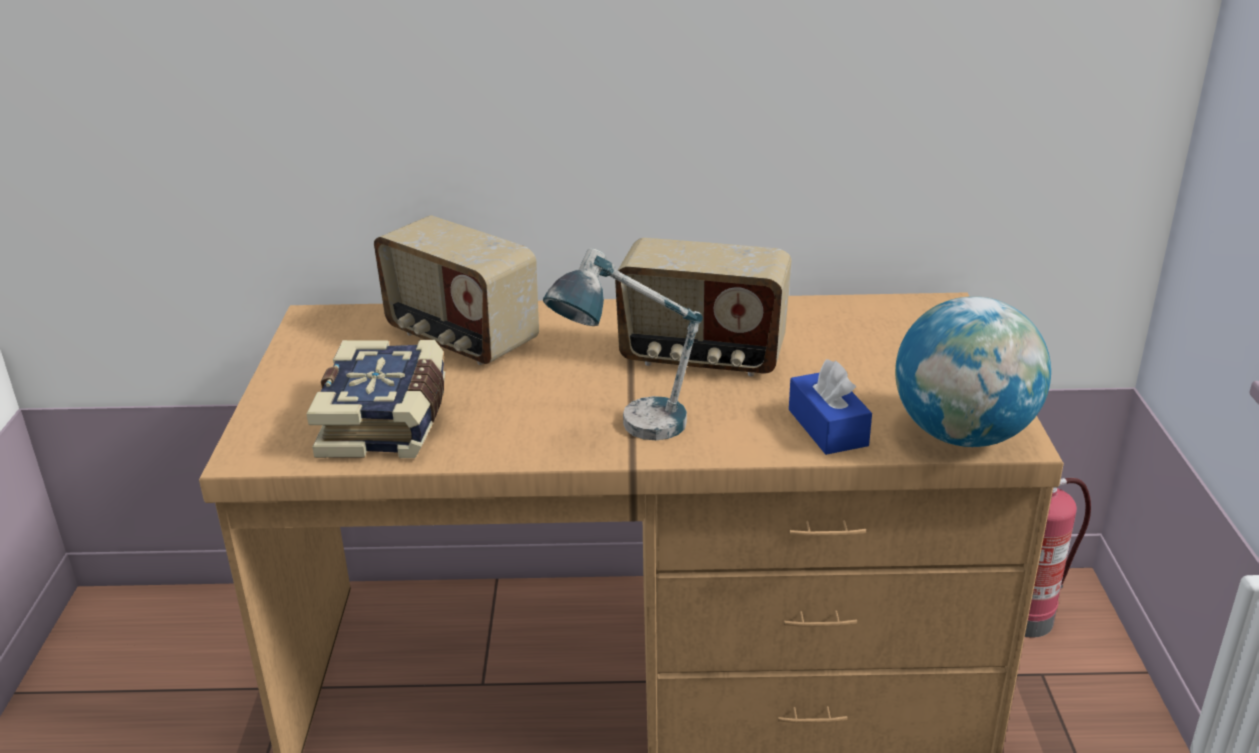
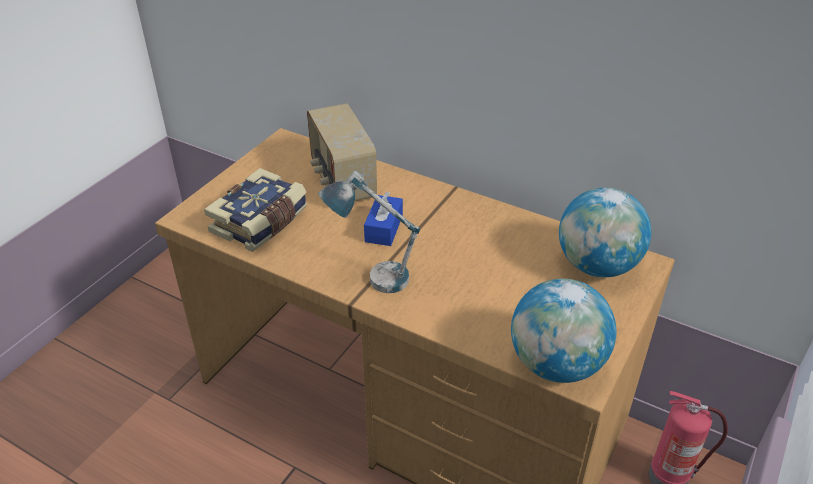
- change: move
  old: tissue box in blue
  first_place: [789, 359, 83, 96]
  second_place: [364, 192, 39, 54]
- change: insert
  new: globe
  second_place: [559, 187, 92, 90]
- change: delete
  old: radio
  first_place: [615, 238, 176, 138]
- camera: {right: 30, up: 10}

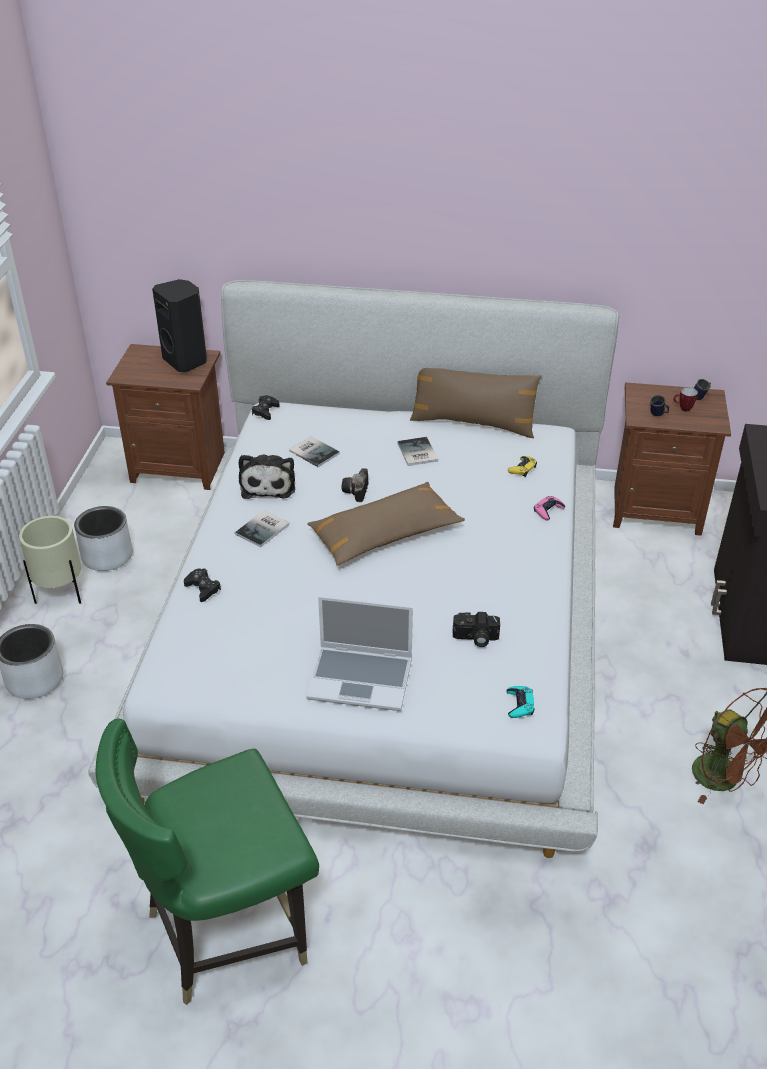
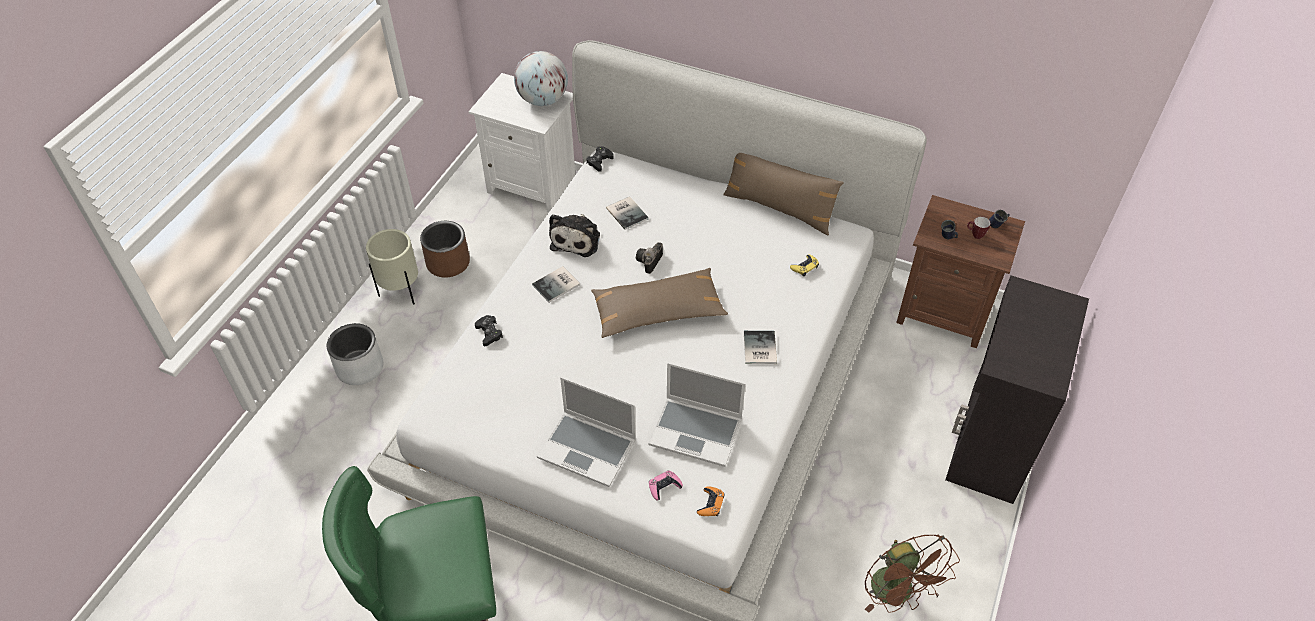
- change: recolor
  old: planter in grey
  new: planter in brown
  first_place: [74, 506, 59, 65]
  second_place: [420, 221, 50, 56]
- change: recolor
  old: nightstand in brown
  new: nightstand in white
  first_place: [106, 344, 119, 146]
  second_place: [468, 73, 107, 140]
- change: replace
  old: speaker in black
  new: globe
  first_place: [152, 279, 55, 93]
  second_place: [514, 51, 54, 55]
- change: replace
  old: photo camera
  new: laptop
  first_place: [452, 612, 48, 35]
  second_place: [648, 362, 97, 105]
- change: move
  old: game controller in pink
  first_place: [534, 496, 31, 25]
  second_place: [649, 470, 34, 31]
- change: recolor
  old: game controller in turquoise
  new: game controller in orange
  first_place: [506, 686, 29, 32]
  second_place: [697, 487, 28, 29]
- change: move
  old: book
  first_place: [397, 437, 41, 29]
  second_place: [744, 331, 33, 33]
- camera: {right: 15, up: 10}

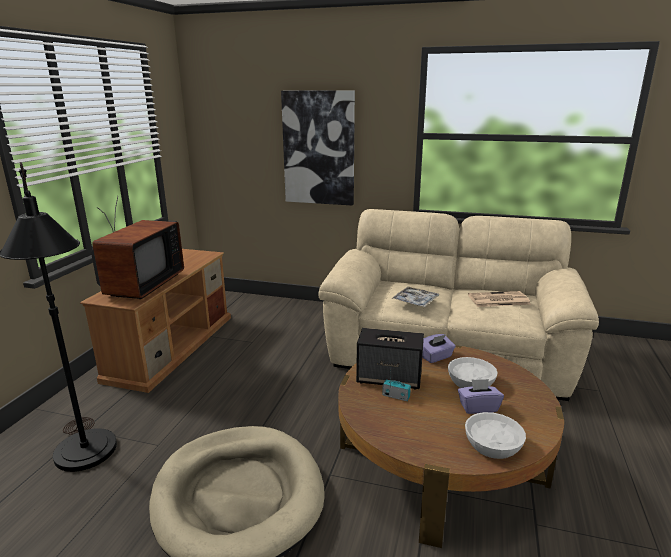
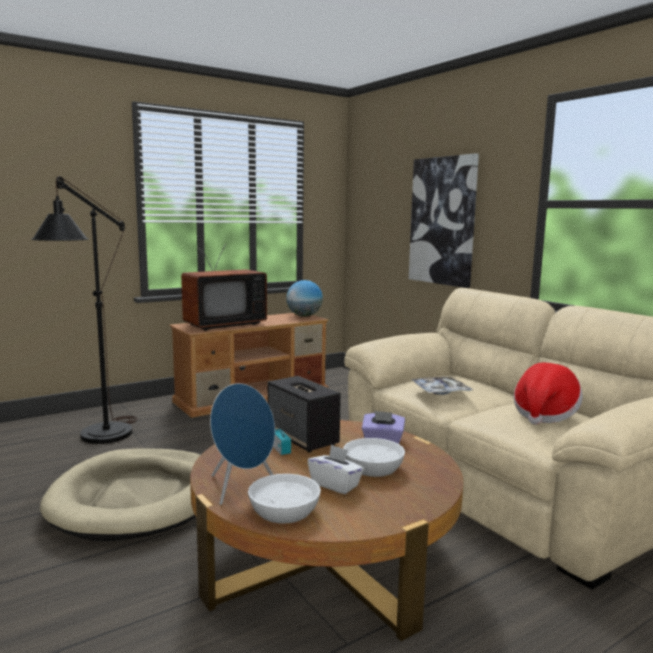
- change: insert
  new: speaker in blue
  second_place: [210, 383, 65, 122]
- change: insert
  new: globe
  second_place: [286, 280, 37, 37]
- change: recolor
  old: tissue box in purple
  new: tissue box in white
  first_place: [458, 379, 46, 35]
  second_place: [308, 444, 56, 50]
- change: replace
  old: newspaper
  new: hat
  first_place: [468, 291, 63, 16]
  second_place: [514, 363, 69, 62]
- camera: {right: 40, up: -10}

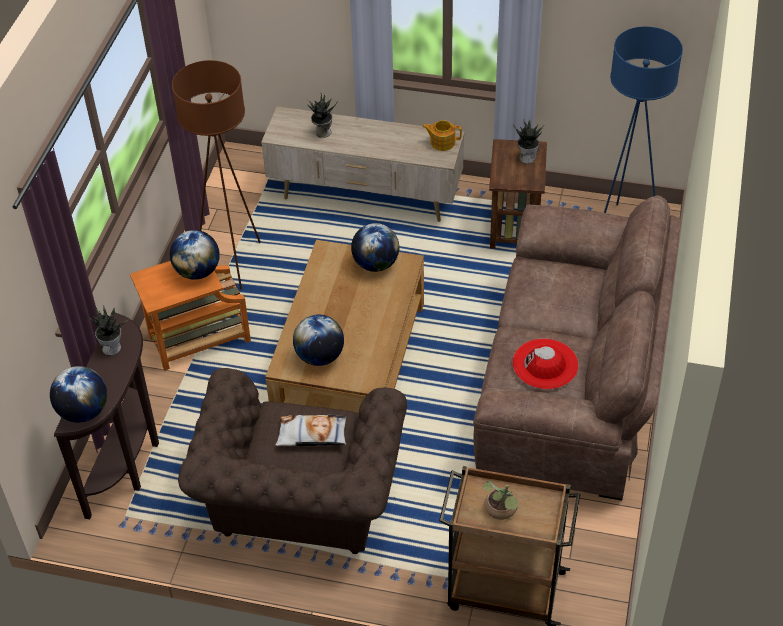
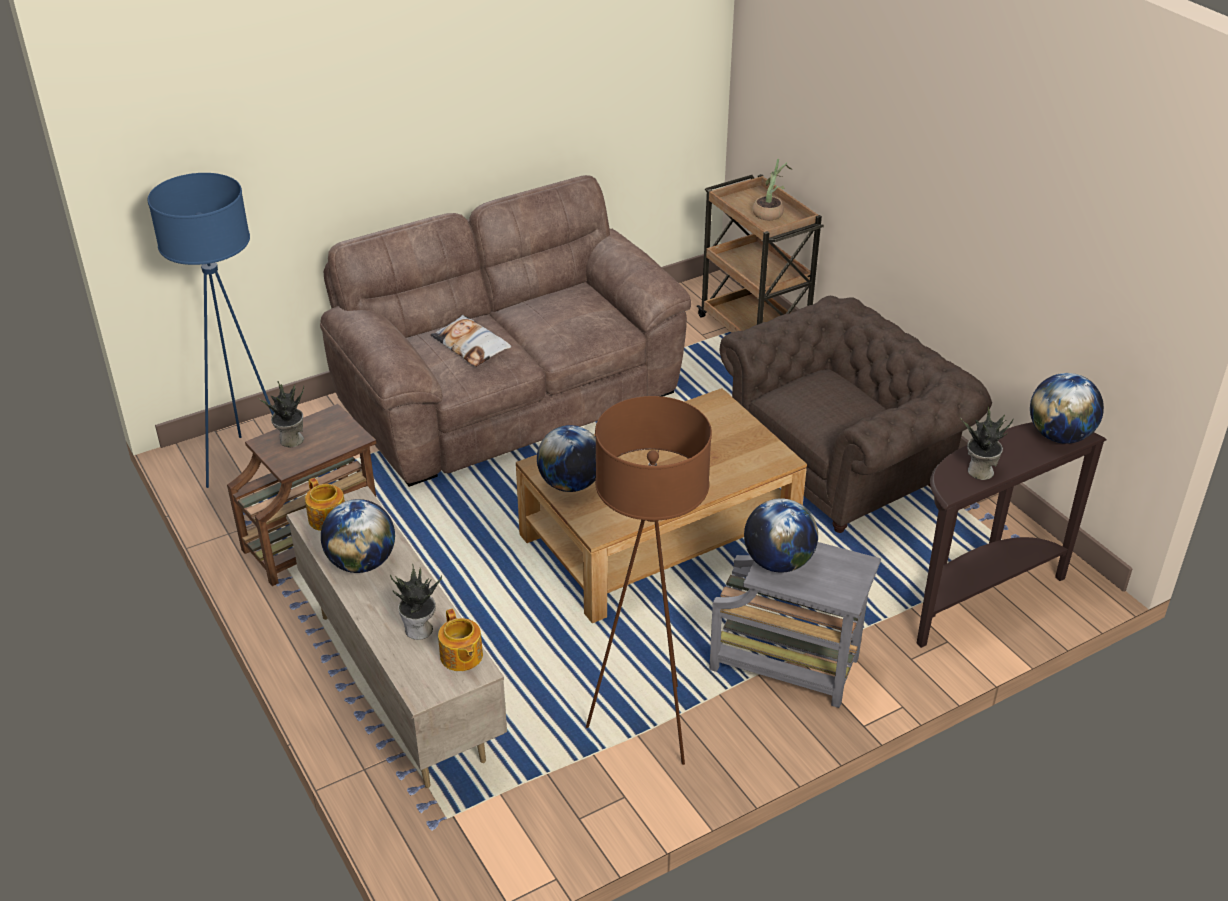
- change: move
  old: globe
  first_place: [293, 315, 51, 51]
  second_place: [321, 499, 74, 74]
- change: move
  old: pillow
  first_place: [275, 415, 72, 31]
  second_place: [430, 315, 82, 52]
- change: insert
  new: teapot
  second_place: [438, 609, 45, 62]
- change: recolor
  old: side table in orange
  new: side table in grey
  first_place: [130, 261, 121, 110]
  second_place: [709, 542, 172, 166]
- change: delete
  old: hat in red
  first_place: [512, 338, 66, 51]
- camera: {right: -135, up: -10}

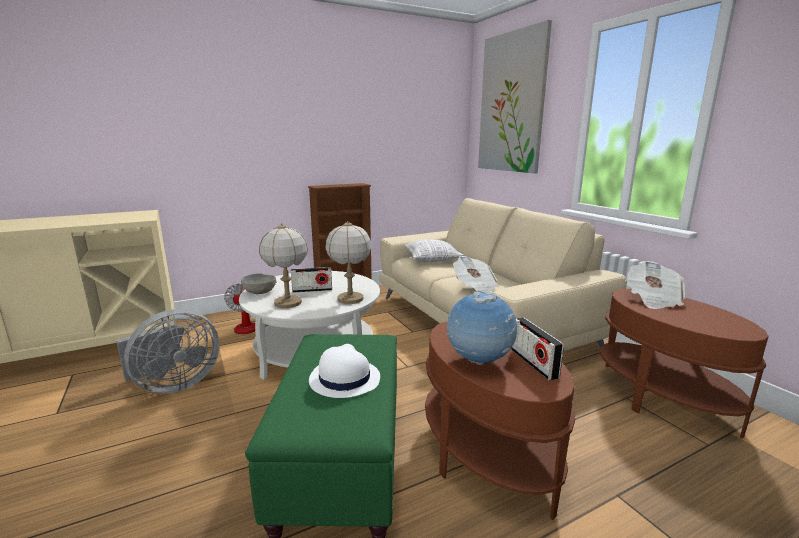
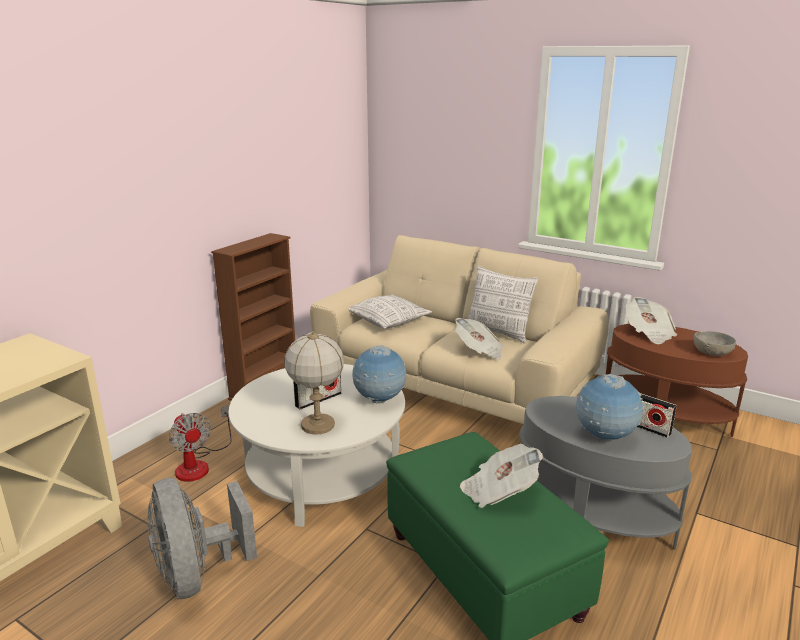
- change: rotate
  old: fan in grey
  first_place: [116, 309, 104, 85]
  second_place: [148, 478, 109, 121]
  degrees: 135
- change: replace
  old: table lamp
  new: globe
  first_place: [326, 221, 45, 83]
  second_place: [352, 345, 54, 59]
- change: replace
  old: hat in white
  new: newspaper
  first_place: [309, 344, 71, 54]
  second_place: [460, 444, 83, 64]
- change: insert
  new: pillow
  second_place: [468, 265, 70, 79]
- change: recolor
  old: side table in brown
  new: side table in grey
  first_place: [425, 321, 150, 199]
  second_place: [519, 396, 173, 153]
- change: move
  old: bowl in grey
  first_place: [241, 273, 36, 21]
  second_place: [694, 331, 42, 25]
- change: delete
  old: picture
  first_place: [478, 20, 74, 154]
- camera: {right: -30, up: 5}

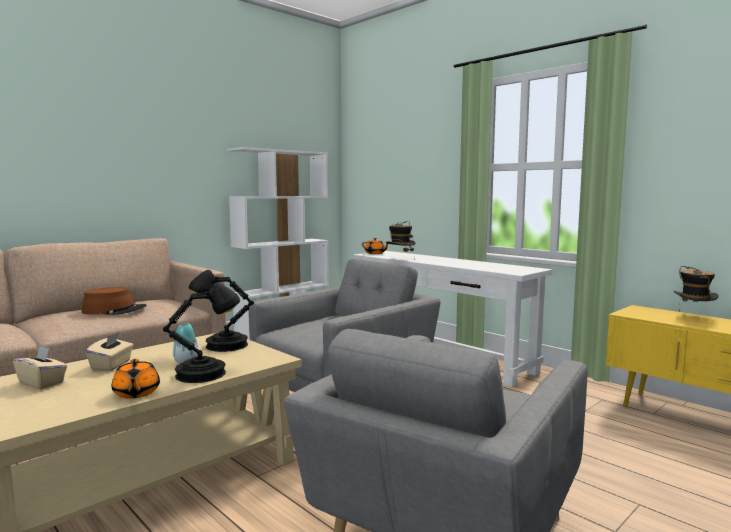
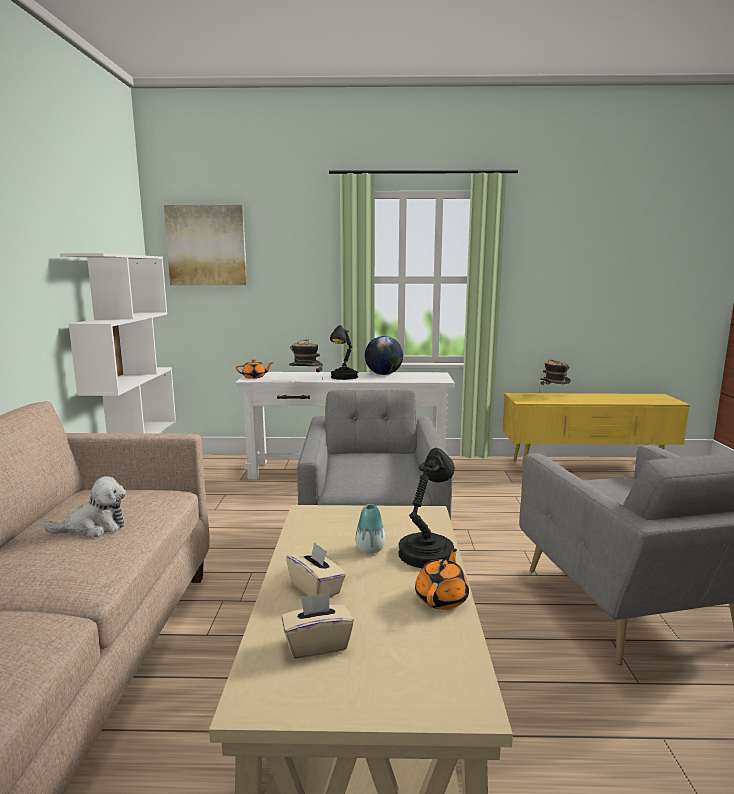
- change: replace
  old: hat in brown
  new: plush toy
  first_place: [81, 287, 66, 28]
  second_place: [43, 476, 84, 61]
- change: insert
  new: picture
  second_place: [164, 205, 83, 80]
- change: move
  old: table lamp in black
  first_place: [189, 270, 65, 82]
  second_place: [330, 325, 28, 55]
- change: insert
  new: globe
  second_place: [365, 336, 38, 39]
- change: rotate
  old: teapot in orange
  first_place: [112, 359, 48, 39]
  second_place: [415, 549, 54, 61]
  degrees: -90
- camera: {right: -45, up: 5}

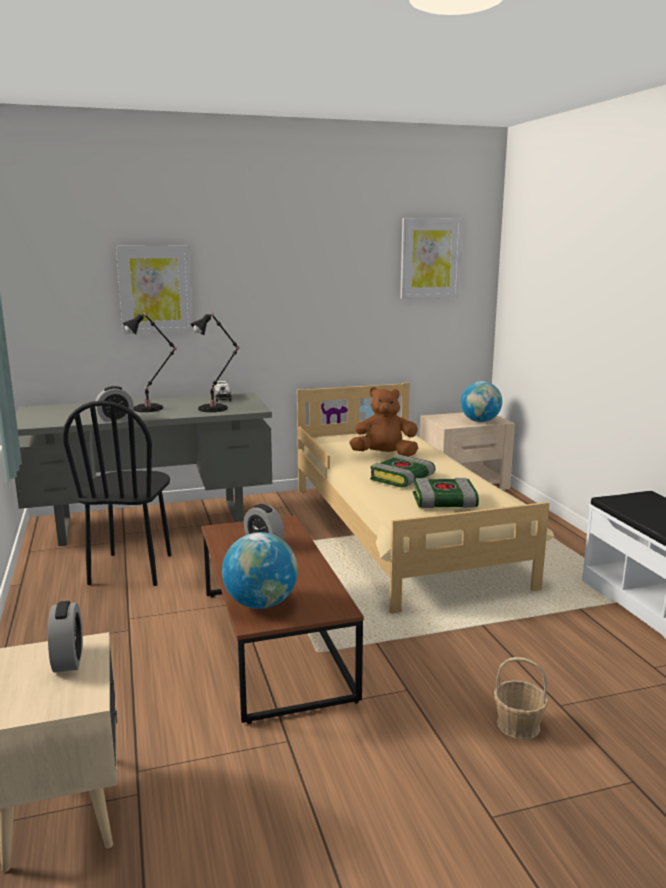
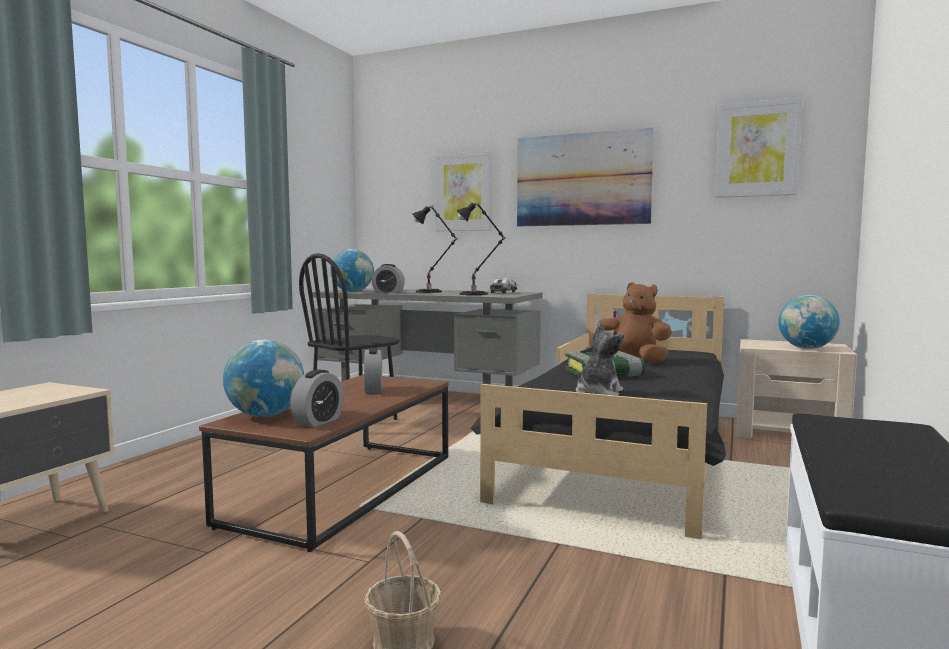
- change: move
  old: alarm clock
  first_place: [48, 601, 35, 72]
  second_place: [290, 369, 54, 58]
- change: insert
  new: globe
  second_place: [330, 249, 44, 43]
- change: recolor
  old: bed in beige
  new: bed in black
  first_place: [297, 383, 257, 230]
  second_place: [470, 294, 256, 245]
- change: insert
  new: picture
  second_place: [517, 127, 137, 99]
- change: replace
  old: book
  new: plush toy
  first_place: [413, 478, 66, 30]
  second_place: [576, 322, 48, 74]
- camera: {right: 40, up: -10}

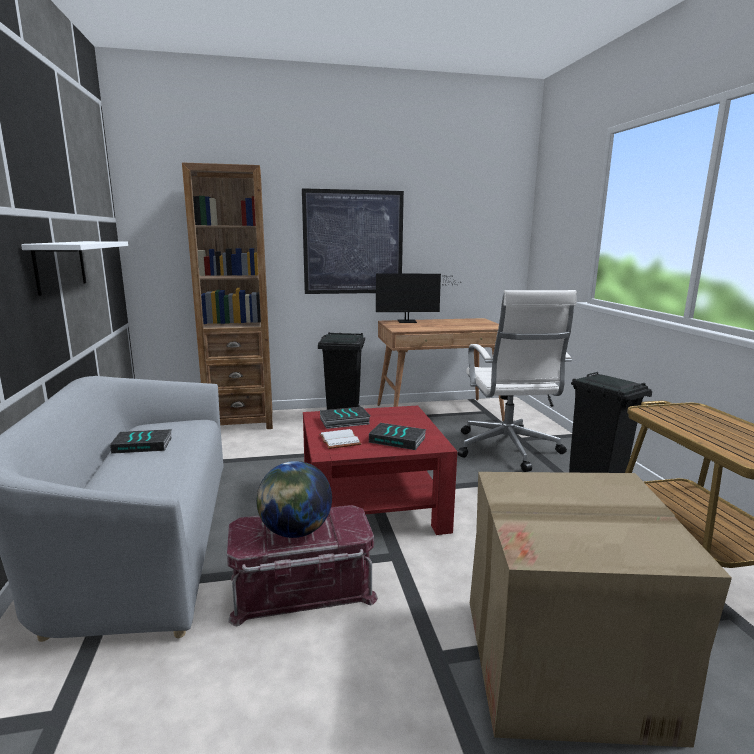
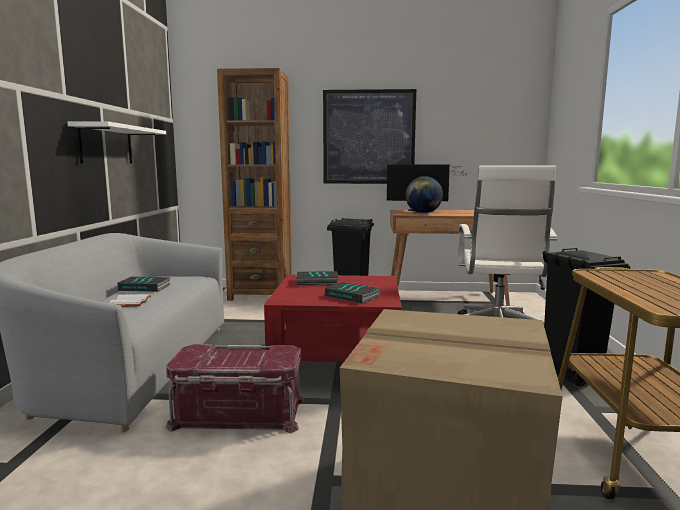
- change: move
  old: book in white
  first_place: [319, 429, 42, 20]
  second_place: [109, 294, 42, 13]
- change: move
  old: globe
  first_place: [256, 461, 76, 77]
  second_place: [405, 176, 38, 38]
- camera: {right: 15, up: -5}

